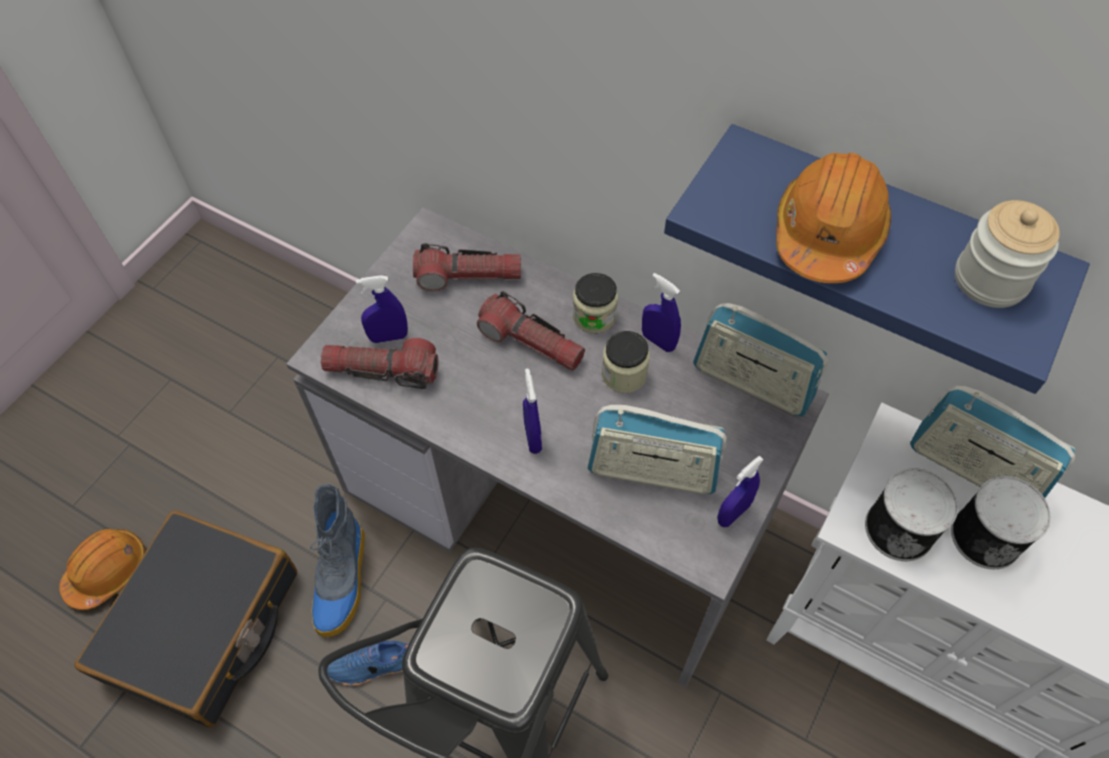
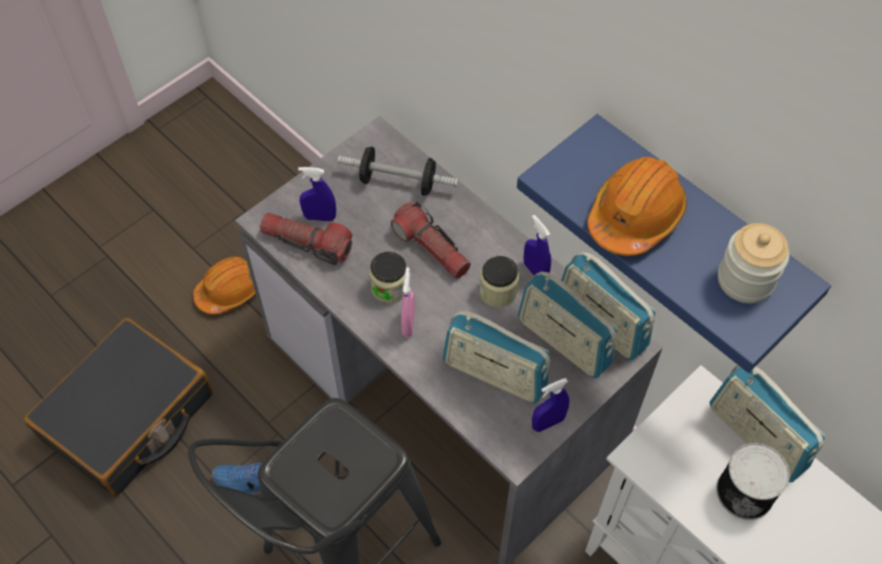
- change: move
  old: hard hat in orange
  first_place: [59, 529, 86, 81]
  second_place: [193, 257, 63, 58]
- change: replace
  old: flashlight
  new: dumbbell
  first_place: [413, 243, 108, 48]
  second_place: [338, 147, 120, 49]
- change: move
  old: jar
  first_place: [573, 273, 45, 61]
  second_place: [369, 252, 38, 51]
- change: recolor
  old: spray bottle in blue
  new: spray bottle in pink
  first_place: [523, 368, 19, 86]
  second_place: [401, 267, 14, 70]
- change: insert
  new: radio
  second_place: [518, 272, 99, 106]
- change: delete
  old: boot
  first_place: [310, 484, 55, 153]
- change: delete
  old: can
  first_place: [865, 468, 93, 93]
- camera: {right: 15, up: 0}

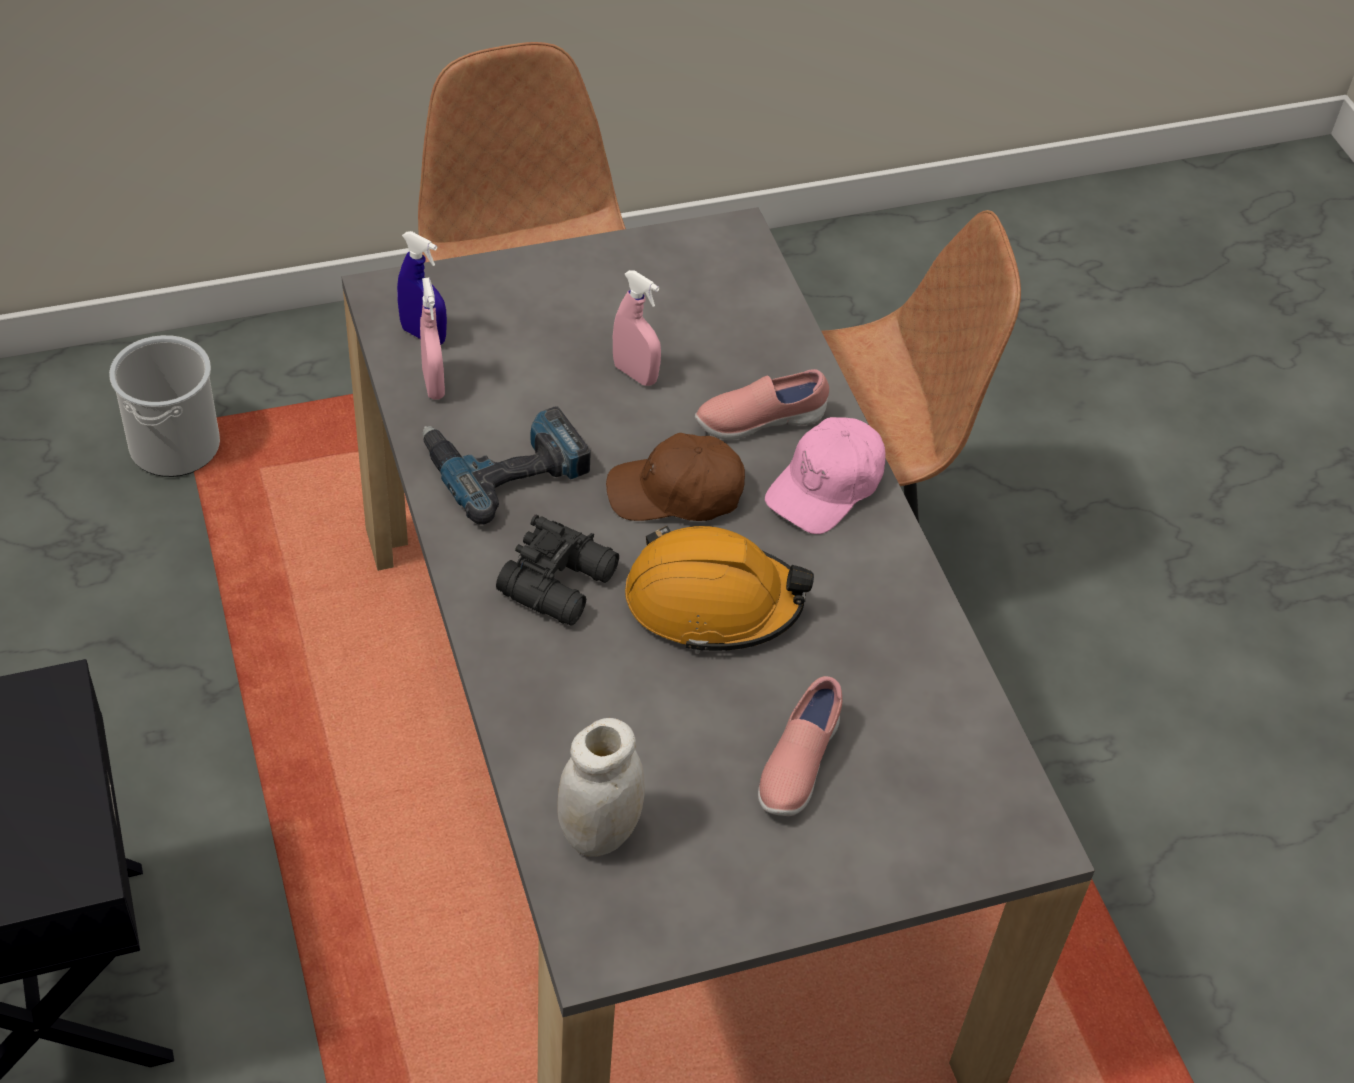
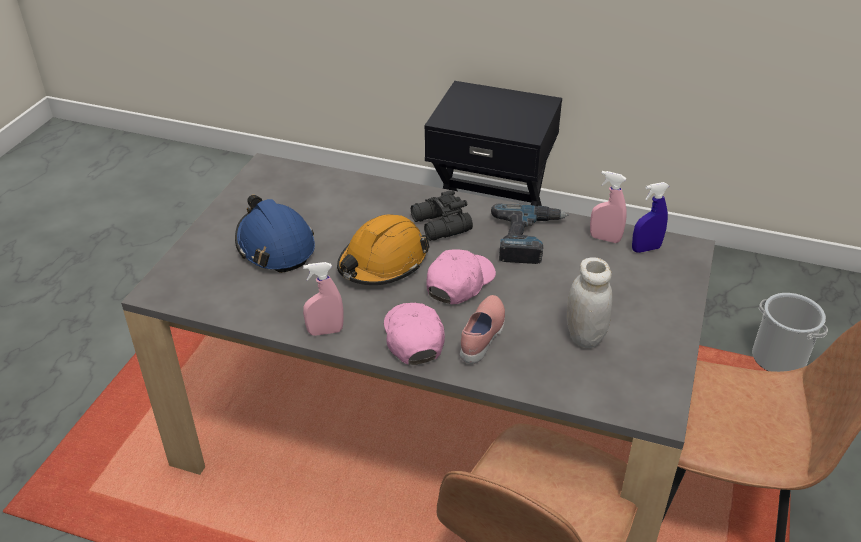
- change: replace
  old: shoe in pink
  new: hard hat in blue
  first_place: [758, 676, 84, 140]
  second_place: [235, 195, 80, 78]
- change: move
  old: spray bottle in pink
  first_place: [613, 270, 48, 116]
  second_place: [303, 262, 41, 74]
- change: recolor
  old: cap in brown
  new: cap in pink
  first_place: [606, 433, 139, 88]
  second_place: [426, 249, 70, 55]
- change: move
  old: jar in white
  first_place: [557, 718, 88, 139]
  second_place: [567, 257, 45, 91]
- camera: {right: 130, up: -10}

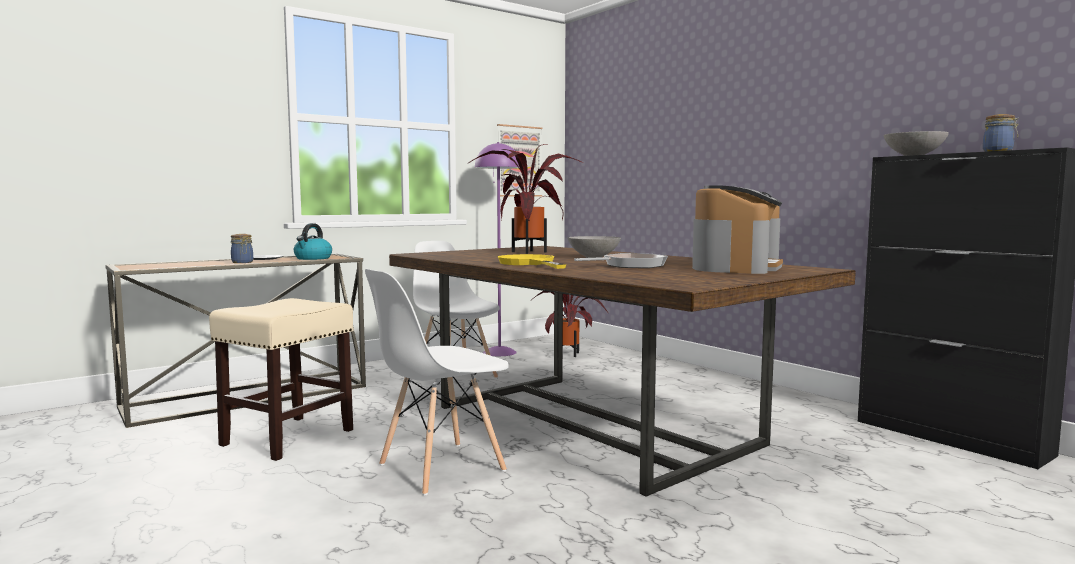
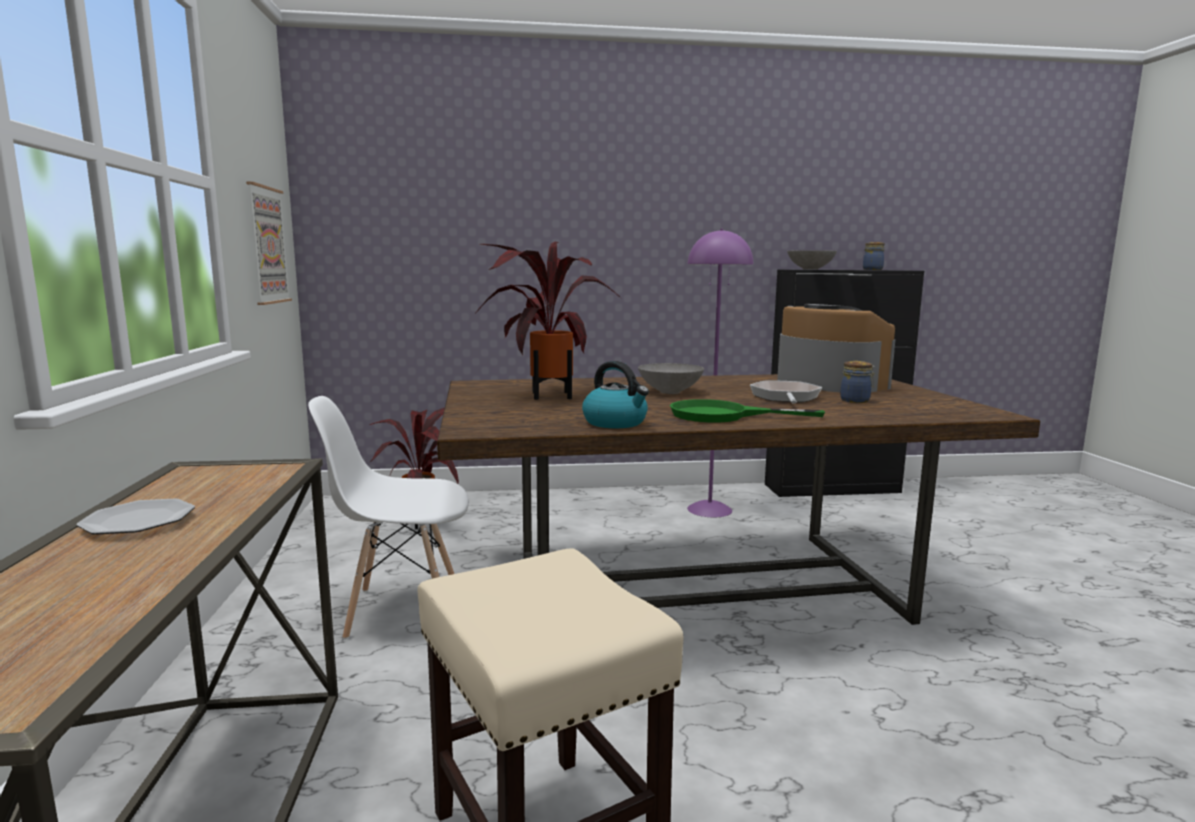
- change: move
  old: kettle
  first_place: [294, 223, 38, 37]
  second_place: [582, 361, 67, 67]
- change: recolor
  old: frying pan in yellow
  new: frying pan in green
  first_place: [498, 254, 68, 15]
  second_place: [670, 399, 155, 23]
- change: move
  old: floor lamp in purple
  first_place: [475, 142, 45, 214]
  second_place: [687, 229, 66, 288]
- change: move
  old: jar
  first_place: [231, 234, 22, 29]
  second_place: [840, 361, 35, 42]
- change: delete
  old: chair in white
  first_place: [365, 269, 144, 227]
- camera: {right: -60, up: 5}

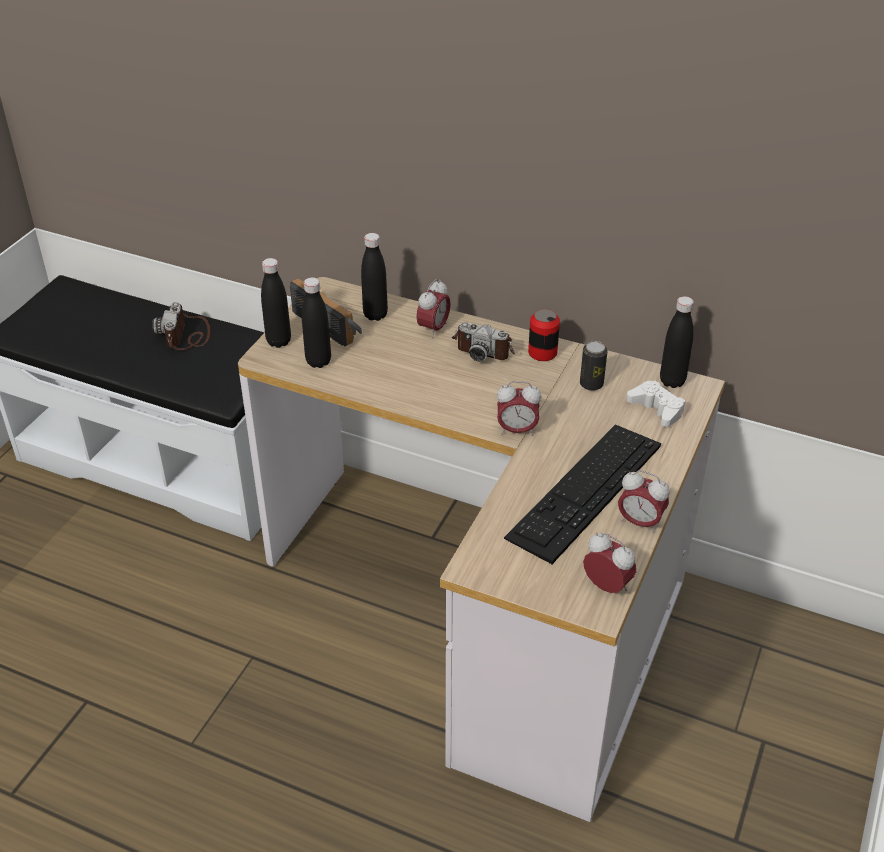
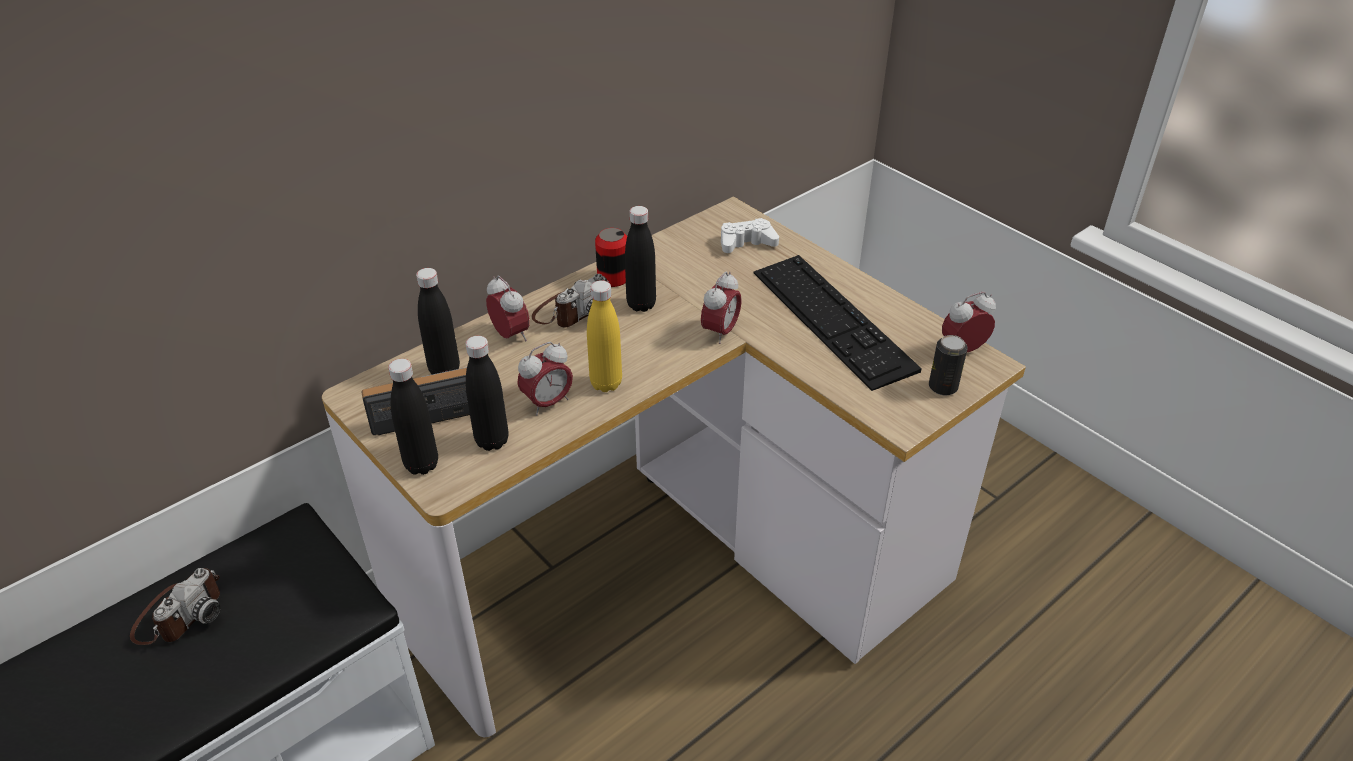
- change: rotate
  old: photo camera
  first_place: [152, 302, 58, 48]
  second_place: [130, 568, 91, 77]
  degrees: -90
- change: move
  old: alarm clock
  first_place: [618, 470, 52, 63]
  second_place: [517, 342, 56, 73]
- change: insert
  new: bottle in yellow
  second_place: [587, 280, 35, 112]
- change: move
  old: bottle in black
  first_place: [660, 296, 34, 92]
  second_place: [625, 206, 31, 106]
- change: move
  old: can
  first_place: [580, 341, 28, 50]
  second_place: [929, 335, 39, 61]
- camera: {right: -65, up: 0}

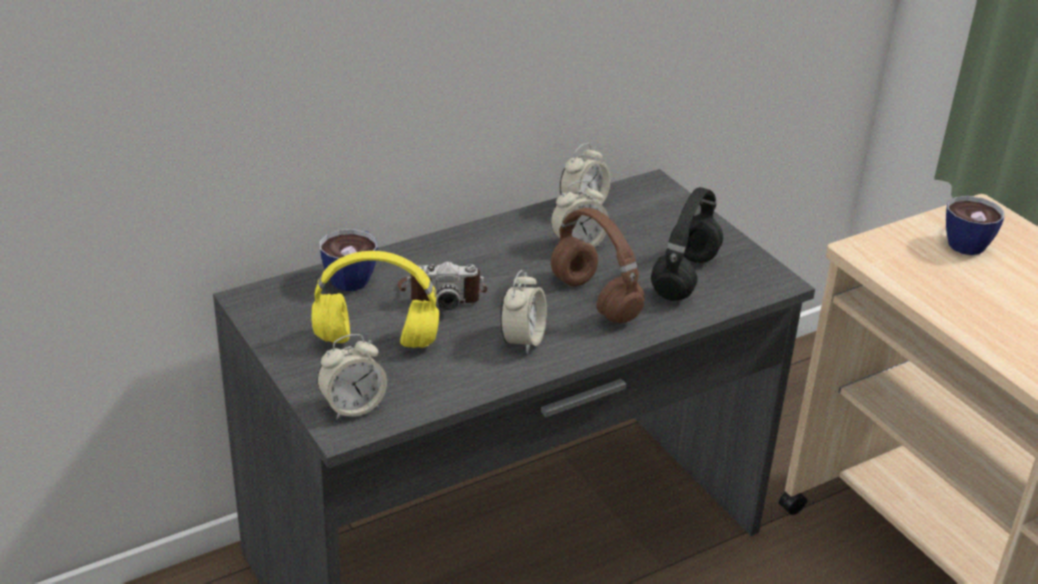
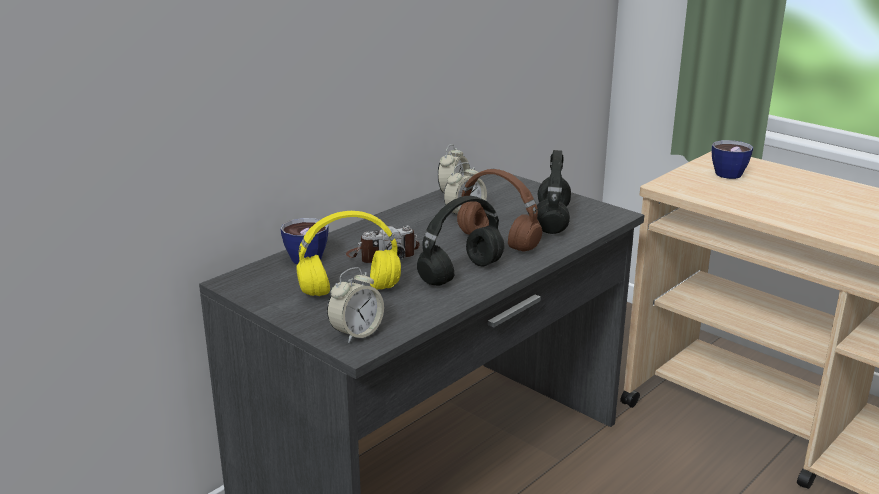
- change: replace
  old: alarm clock
  new: headphones in black
  first_place: [500, 270, 47, 84]
  second_place: [417, 196, 87, 90]
- camera: {right: -15, up: -10}

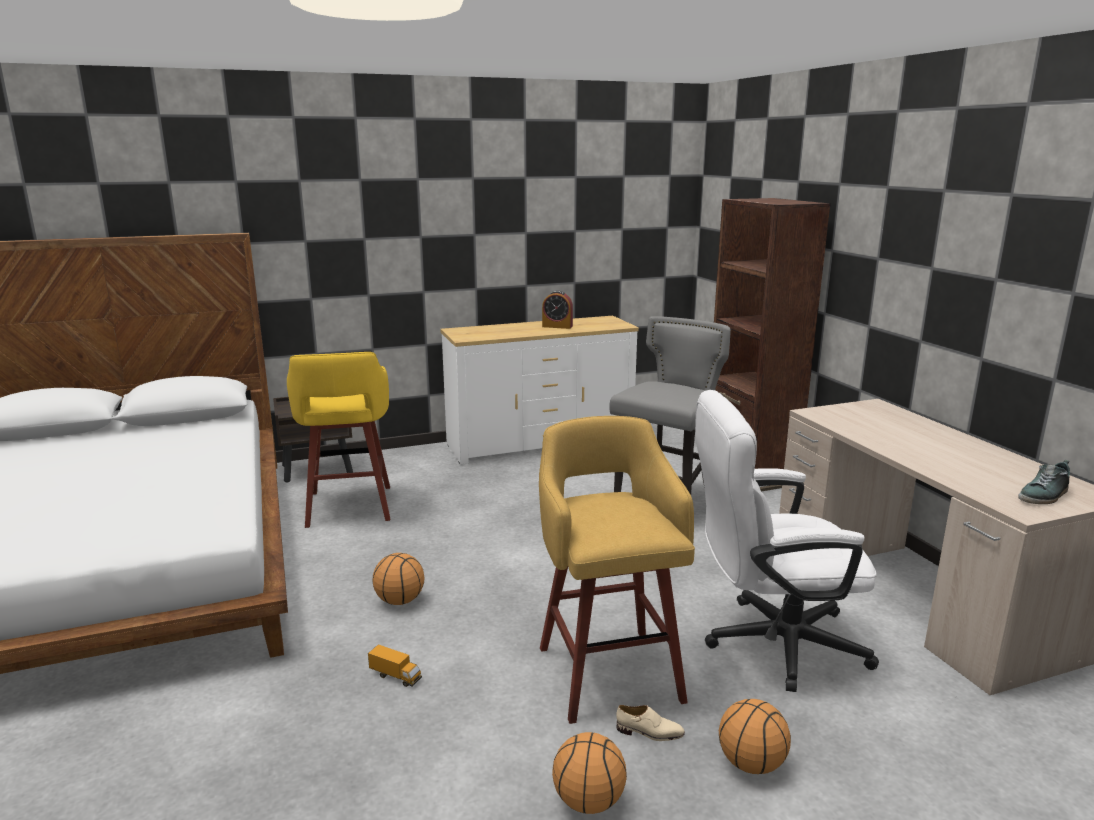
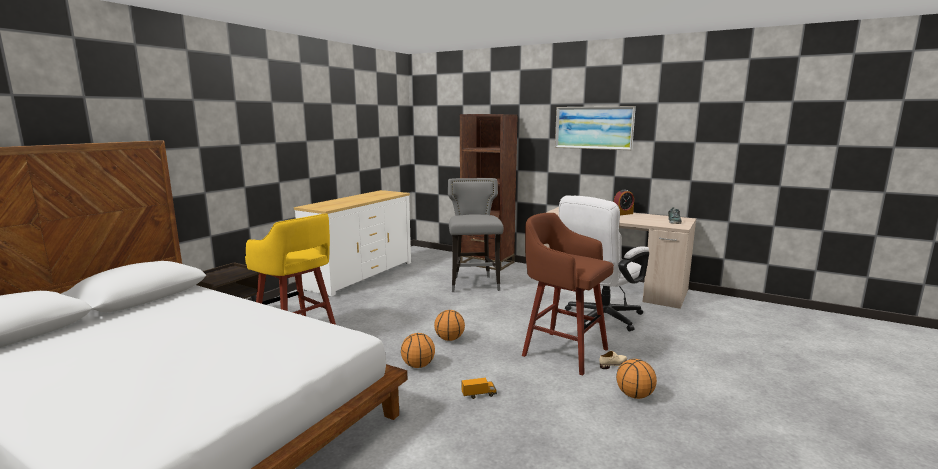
- change: move
  old: basketball
  first_place: [719, 699, 72, 75]
  second_place: [434, 310, 31, 31]
- change: recolor
  old: stool in yellow
  new: stool in brown
  first_place: [539, 416, 156, 308]
  second_place: [522, 213, 92, 163]
- change: insert
  new: picture
  second_place: [555, 106, 81, 44]
- change: move
  old: alarm clock
  first_place: [542, 291, 31, 38]
  second_place: [614, 190, 20, 25]
- camera: {right: -40, up: -5}

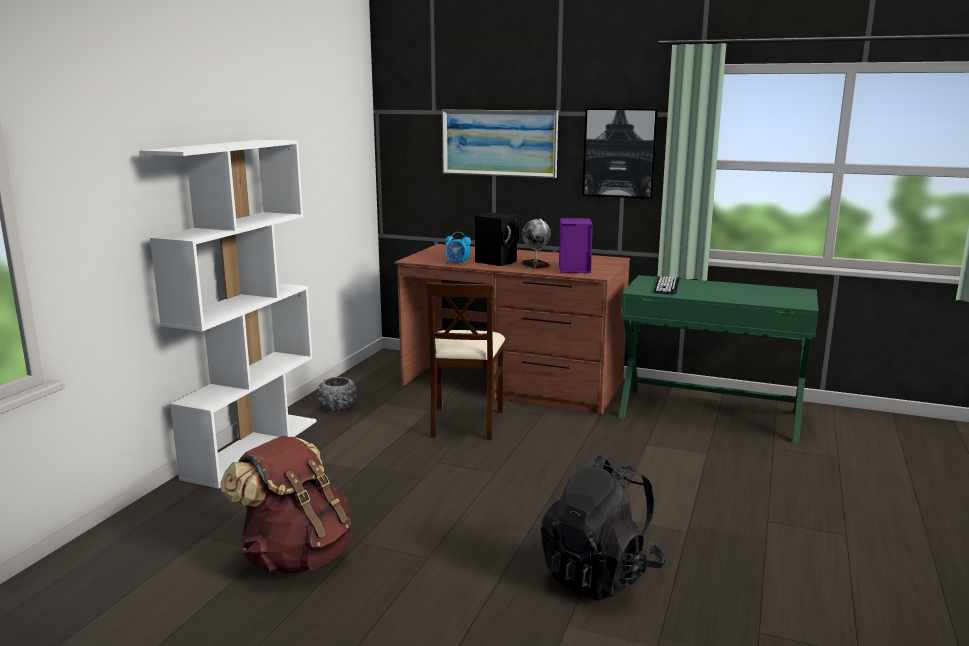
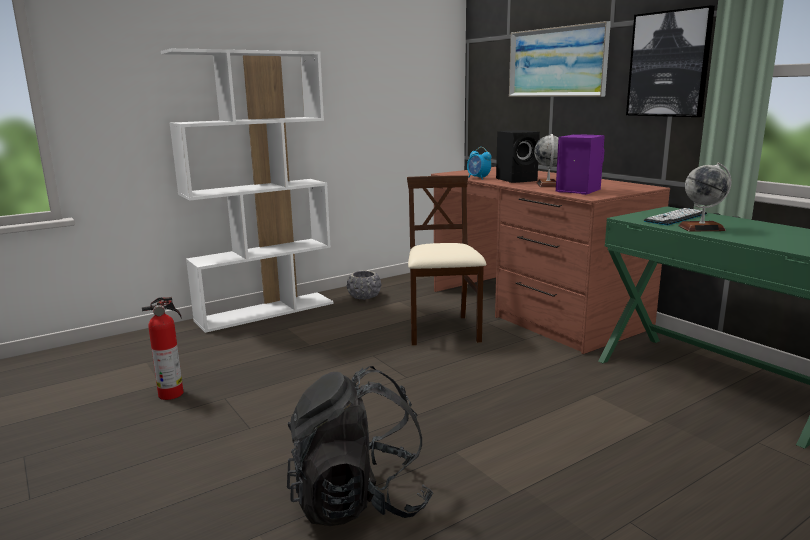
- change: replace
  old: backpack in brown
  new: fire extinguisher
  first_place: [220, 436, 131, 137]
  second_place: [142, 296, 41, 104]
- change: rotate
  old: chair in beige
  first_place: [426, 282, 79, 158]
  second_place: [407, 175, 79, 171]
  degrees: 135
- change: insert
  new: globe
  second_place: [678, 163, 53, 69]
- camera: {right: 35, up: 0}

